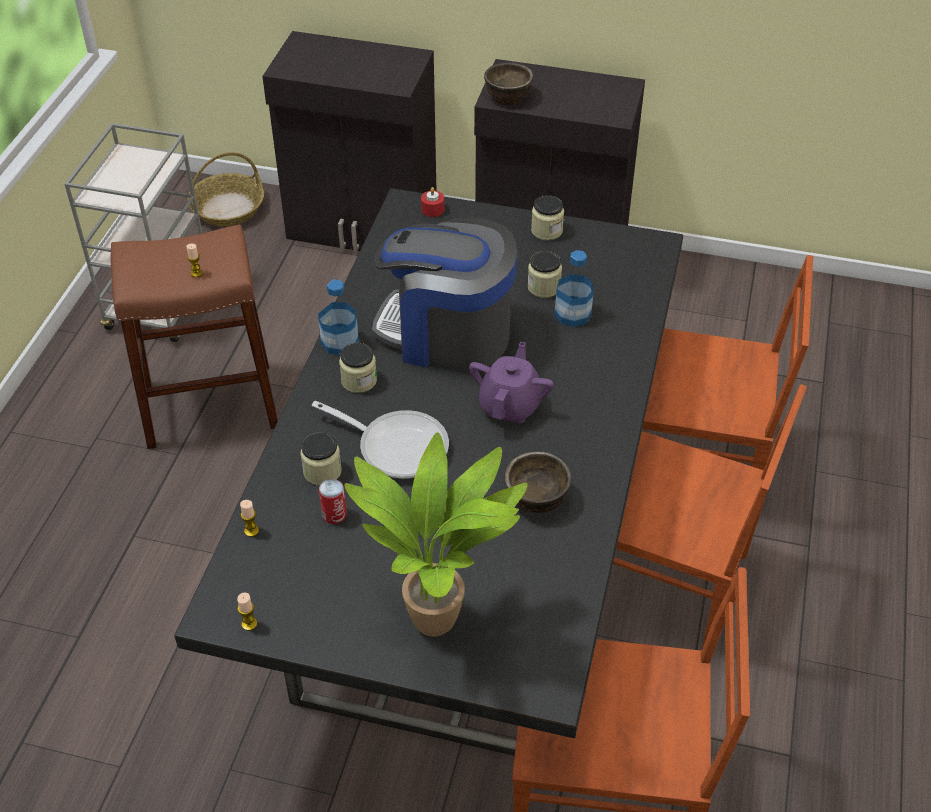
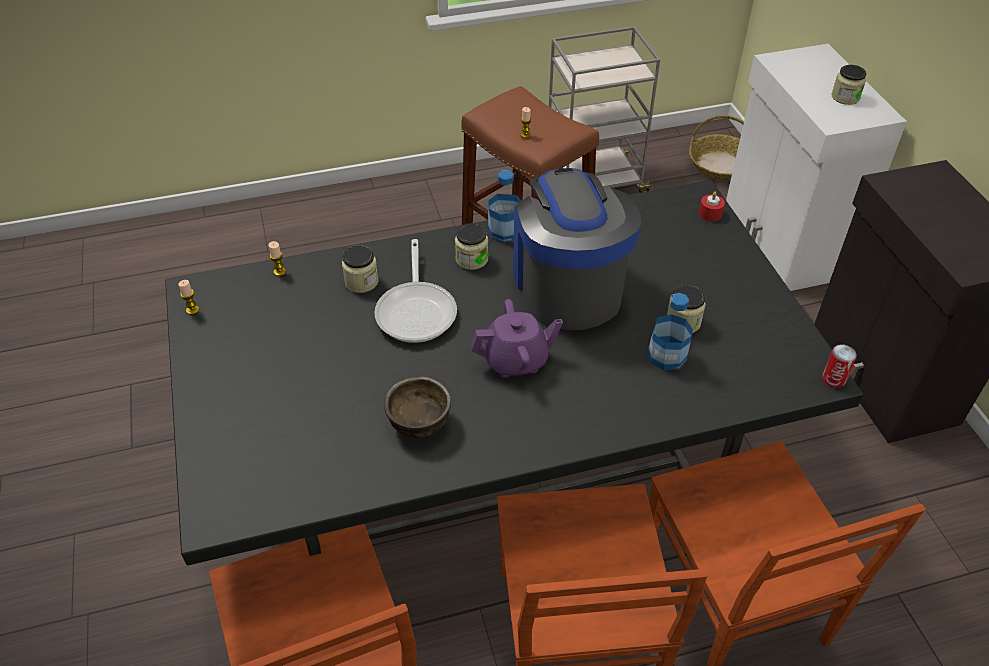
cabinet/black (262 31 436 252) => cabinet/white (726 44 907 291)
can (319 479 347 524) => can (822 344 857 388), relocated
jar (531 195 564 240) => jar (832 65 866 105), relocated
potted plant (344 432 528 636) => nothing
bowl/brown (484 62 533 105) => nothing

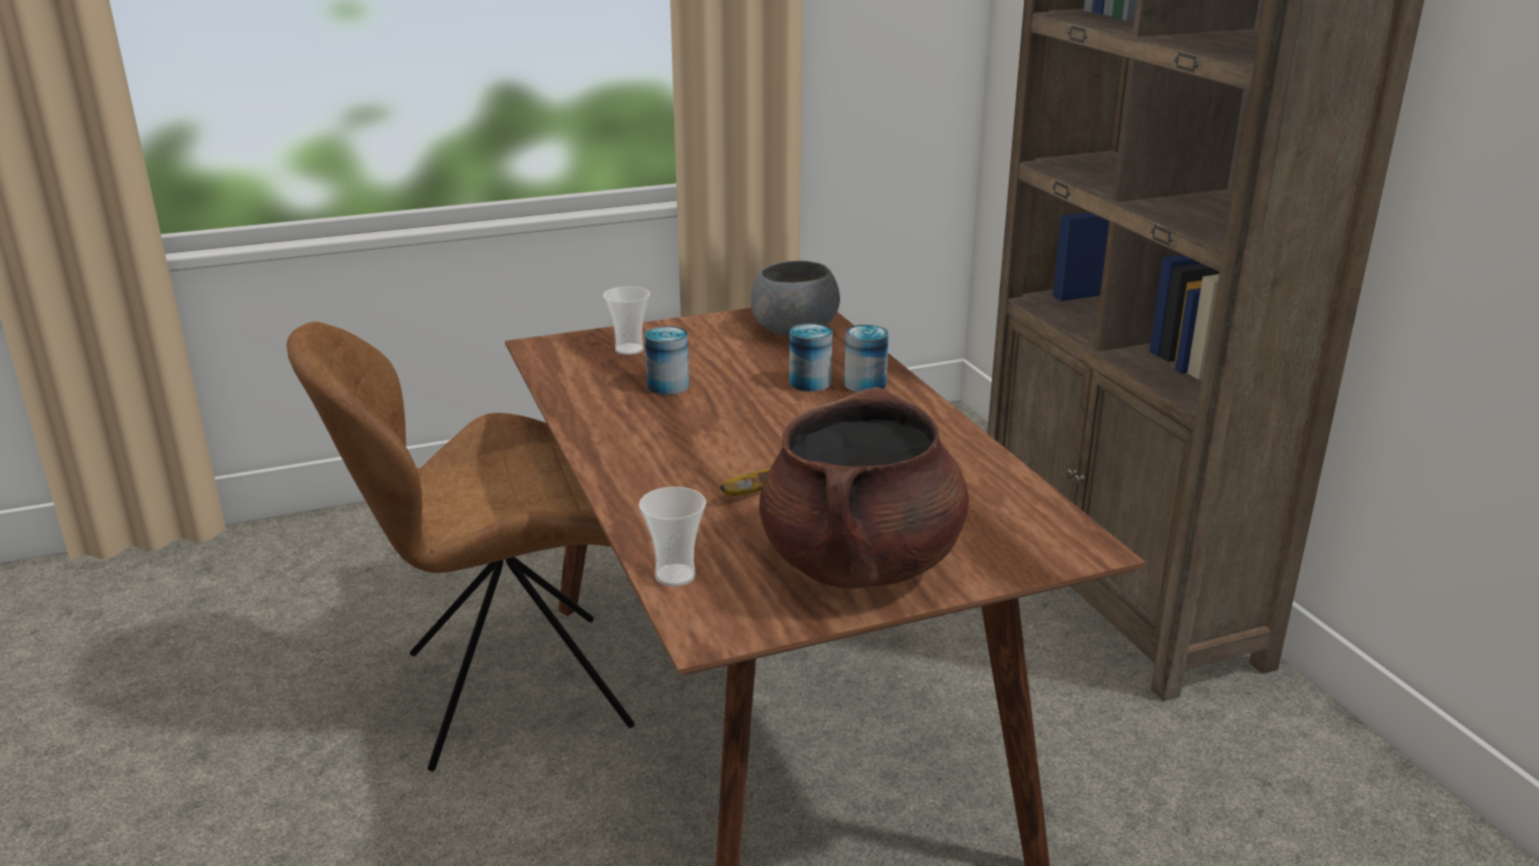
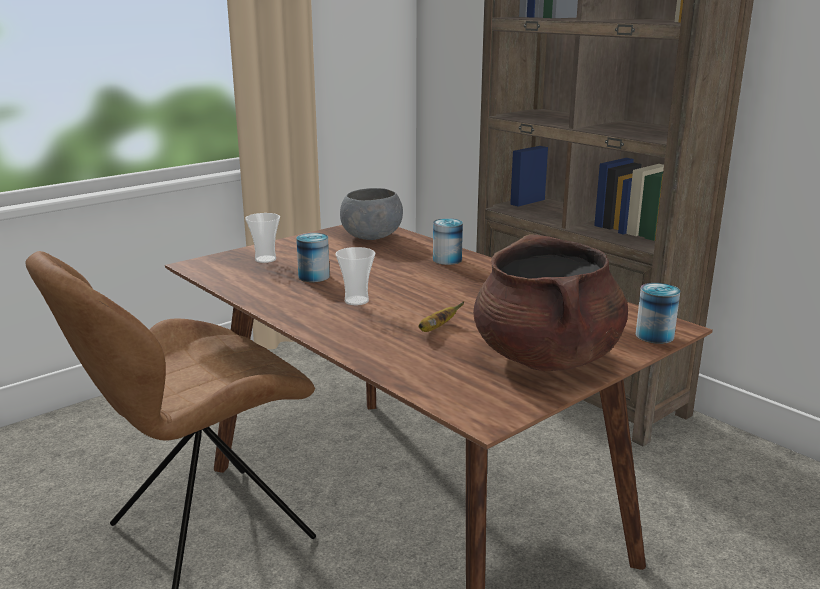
cup (639 487 706 587) => cup (335 247 375 305), relocated
can (789 323 832 392) => can (635 283 680 344), relocated

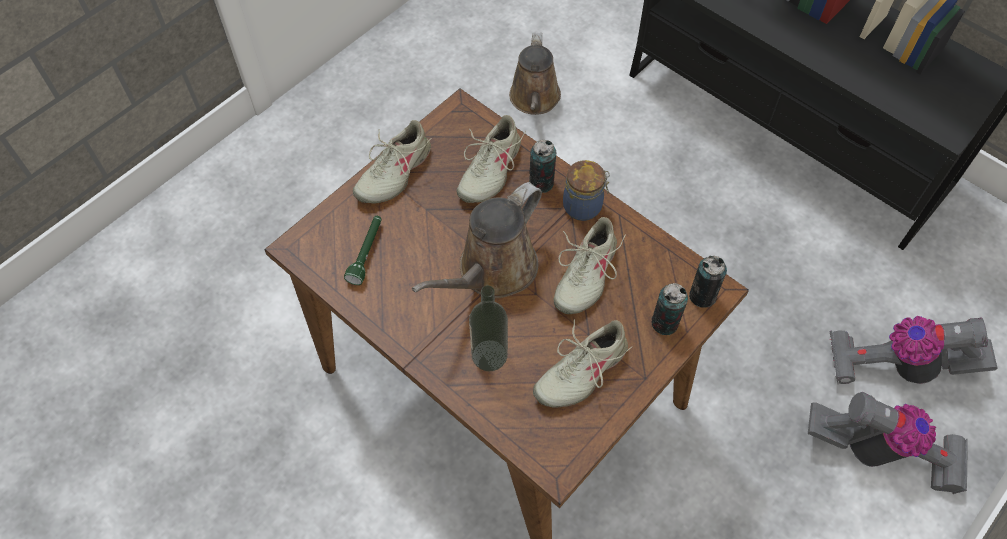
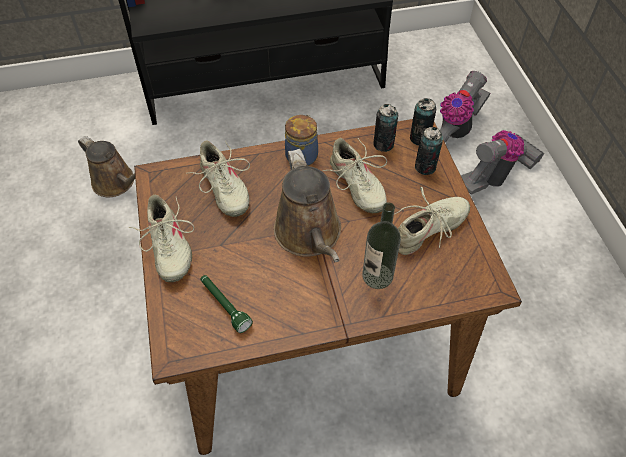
can (529 140 556 193) => can (373 104 398 152), relocated
shoe/beige (533 319 633 408) => shoe/beige (394 187 470 255), 120 degrees counterclockwise

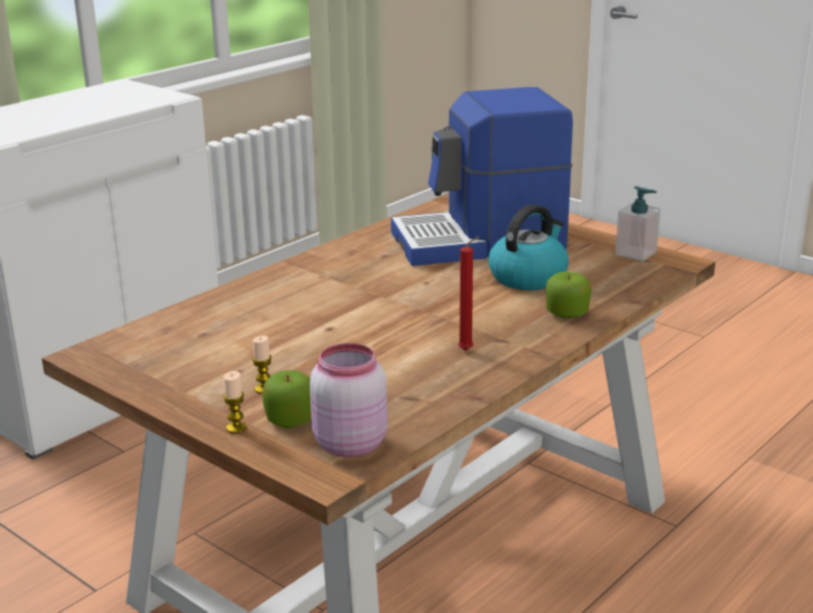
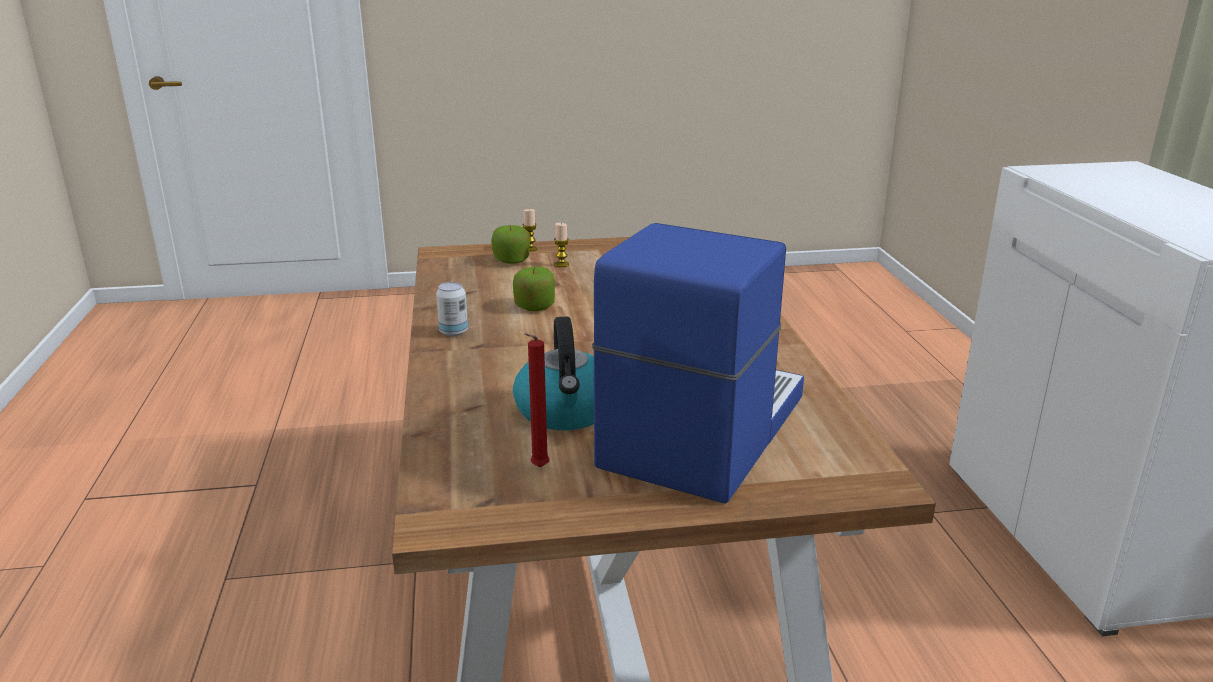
nothing => can (436 282 468 337)
apple (546 272 592 318) => apple (513 267 555 311), relocated
candle/red (458 236 480 351) => candle/red (525 333 549 467), relocated
jar/pink (310 343 387 457) => nothing
soap dispenser (615 186 661 261) => nothing

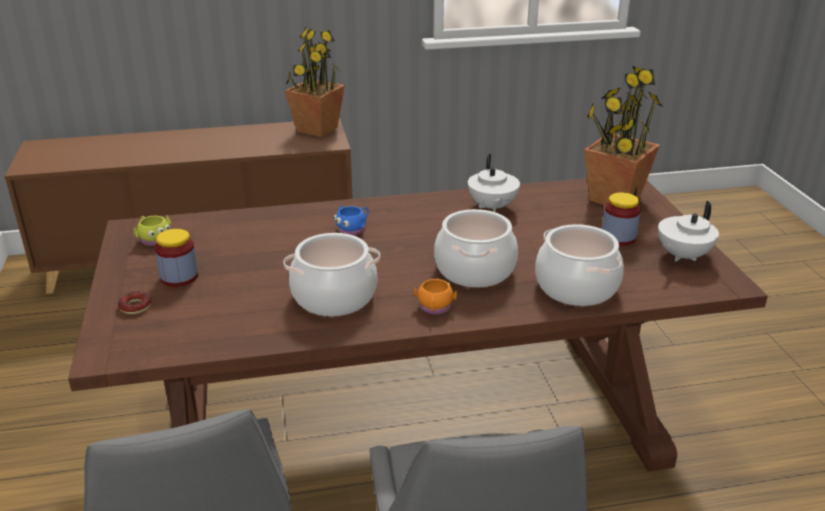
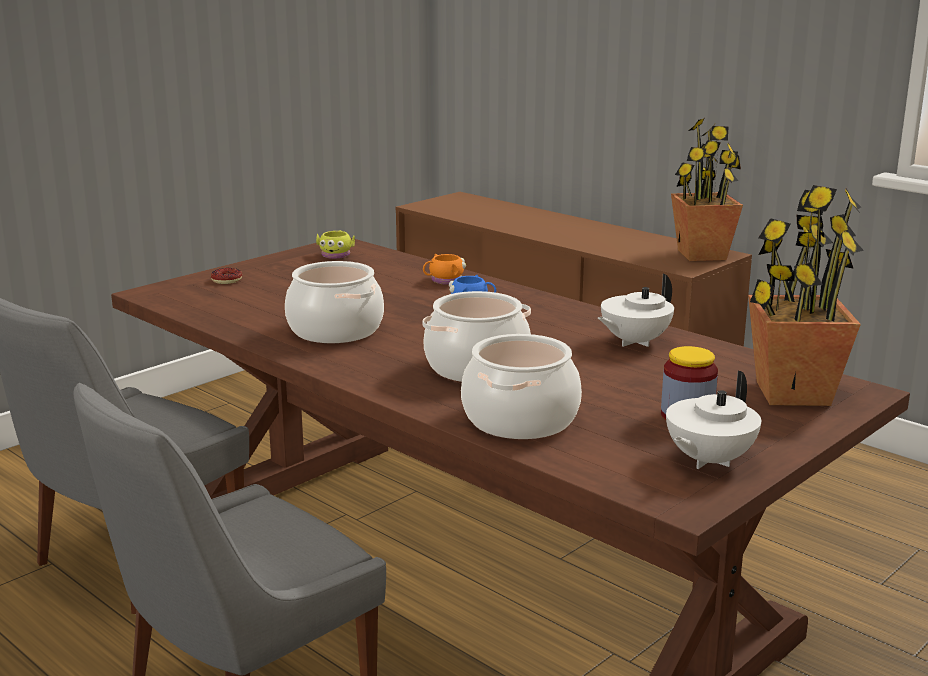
mug/orange (414 279 457 315) => mug/orange (423 254 466 284), relocated
teapot/white (658 201 719 262) => teapot/white (666 371 761 469), 60 degrees counterclockwise
jar (155 229 198 287) => nothing

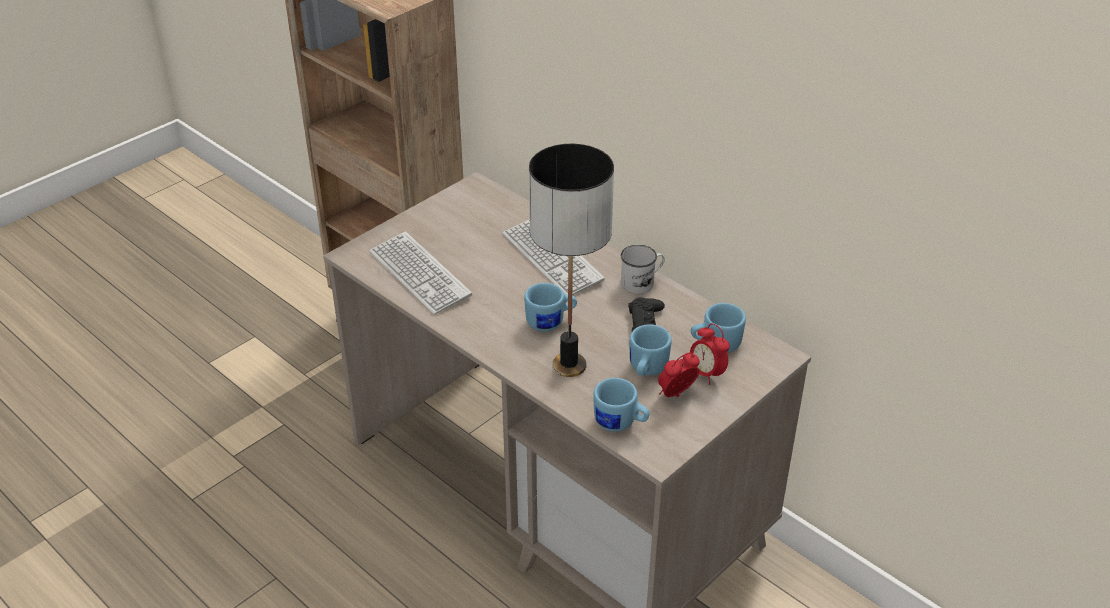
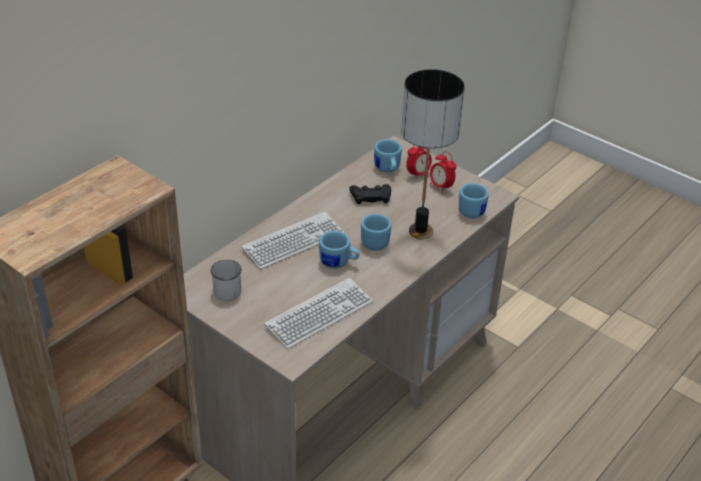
mug/white (621 245 665 294) => mug/white (211 260 241 301), relocated
mug/blue (630 324 672 376) => mug/blue (319 231 359 269), relocated

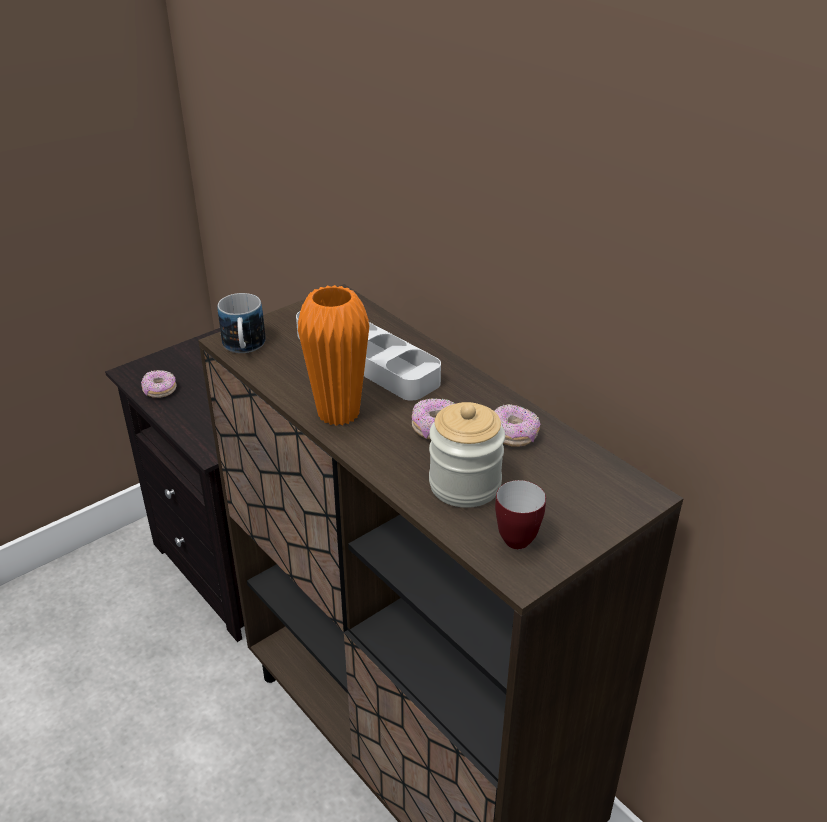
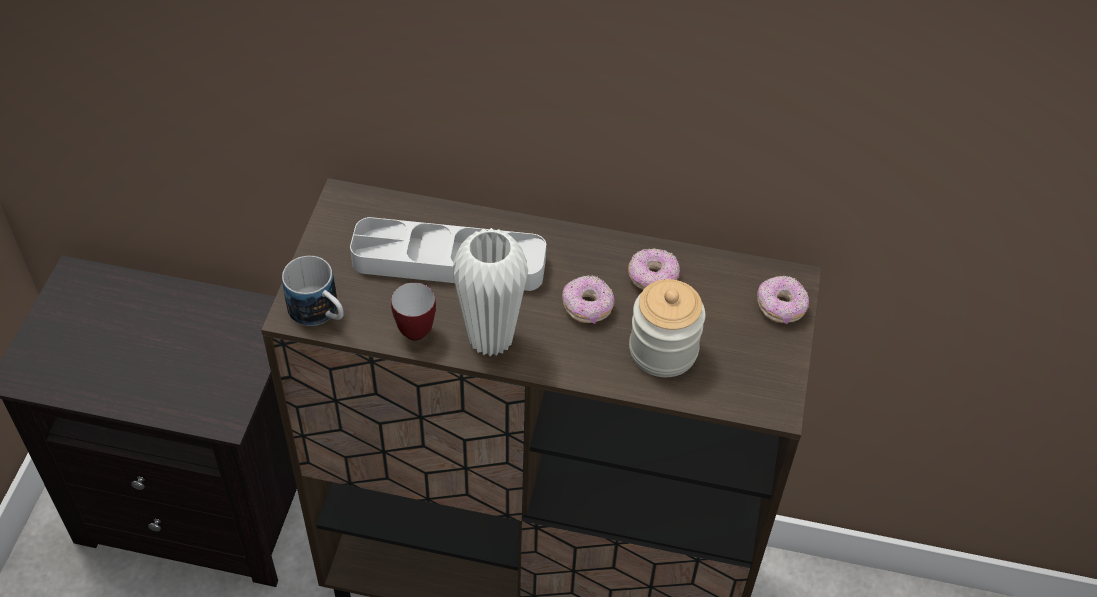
mug (495 480 546 549) => mug (391 282 436 341), relocated
vase/orange (298 285 369 426) => vase/white (452 228 528 356)
donut (141 370 176 398) => donut (757 276 809 324), relocated

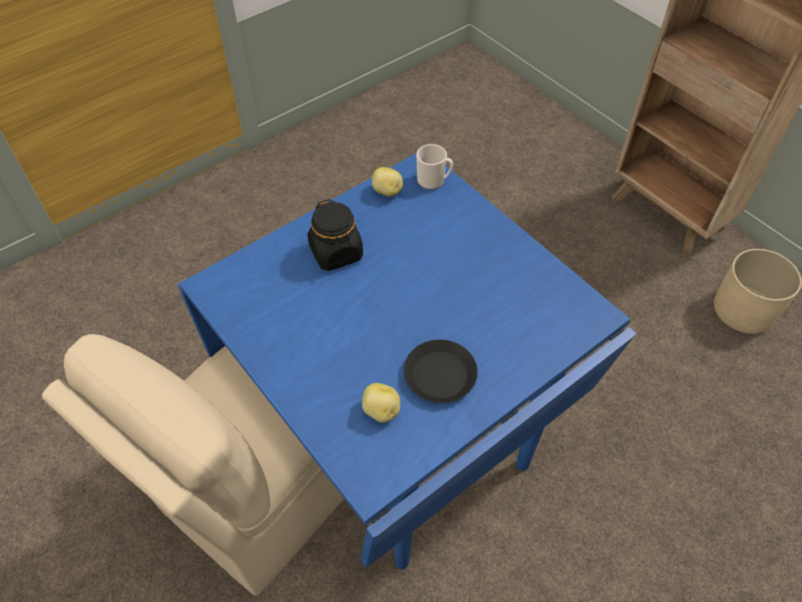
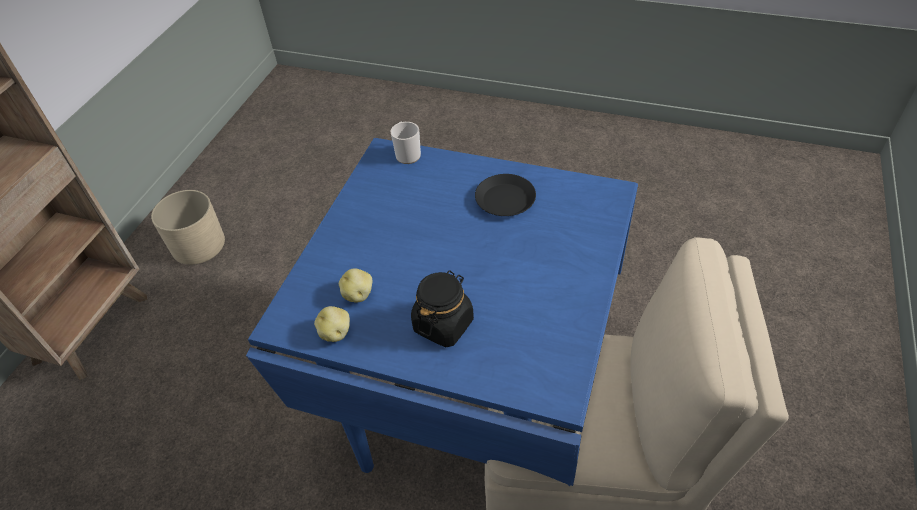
potato (362 383 400 423) => potato (339 268 372 302), relocated
mug (416 144 453 189) => mug (390 122 421 164), relocated

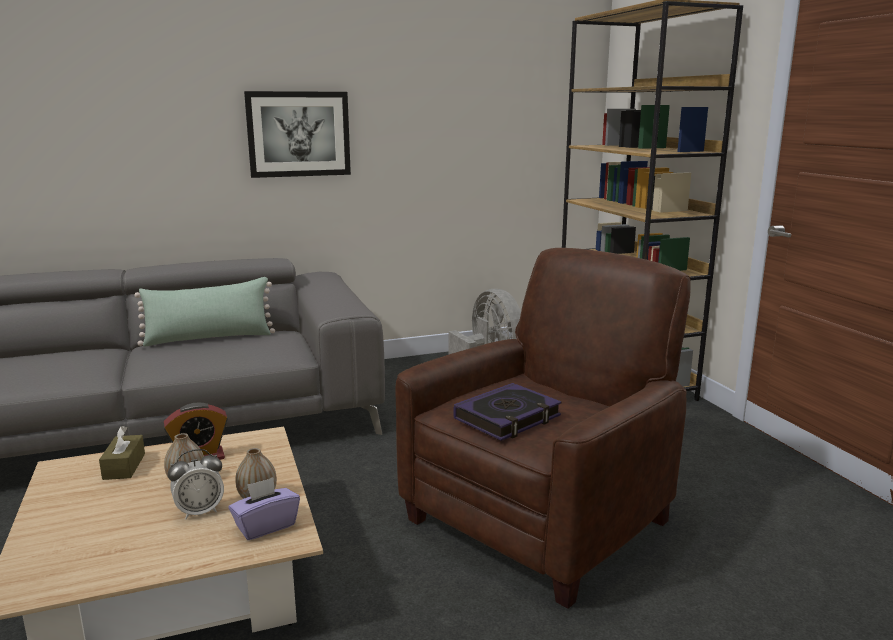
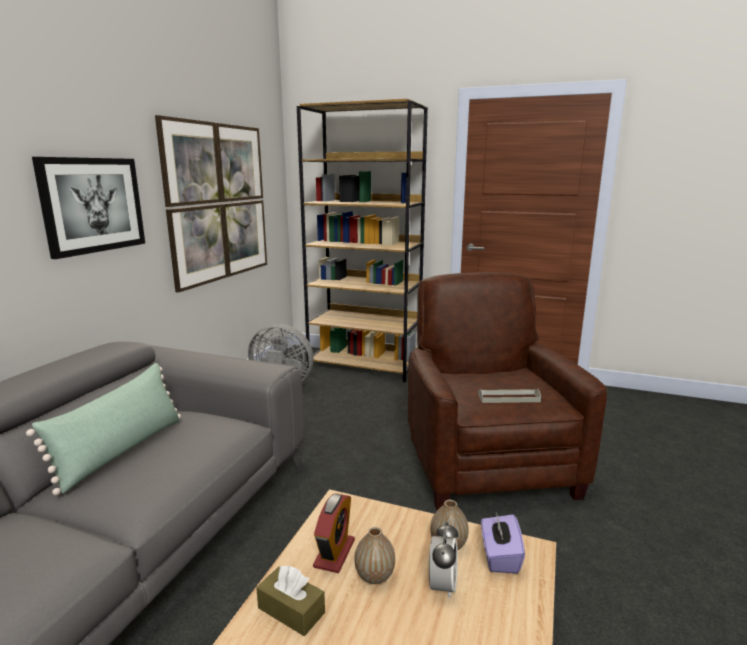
nothing => picture (155 115 267 293)
book (454 383 561 441) => tray/grey (478 389 541 403)

